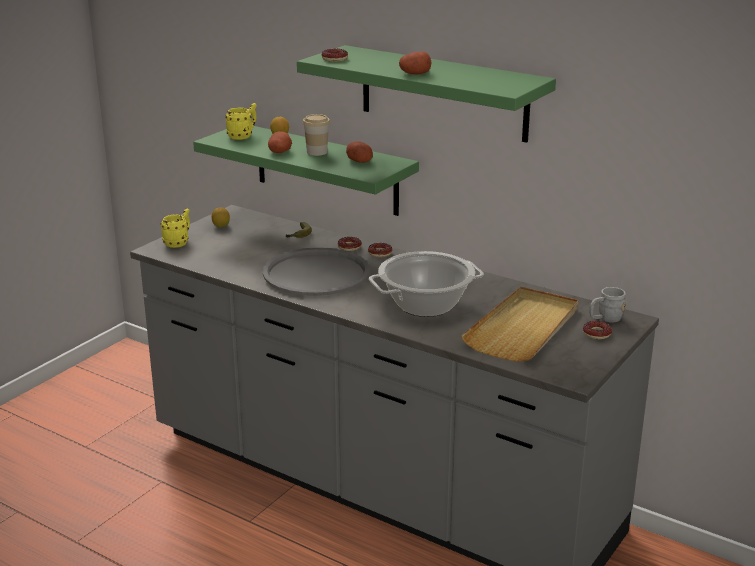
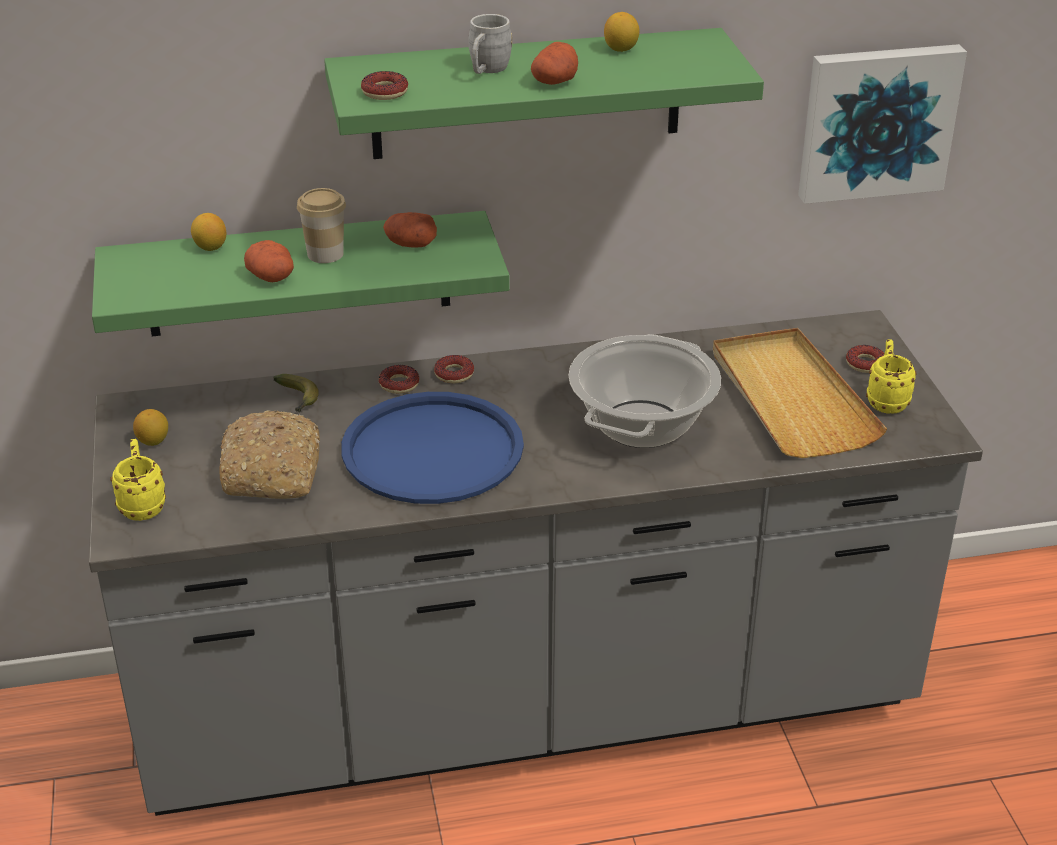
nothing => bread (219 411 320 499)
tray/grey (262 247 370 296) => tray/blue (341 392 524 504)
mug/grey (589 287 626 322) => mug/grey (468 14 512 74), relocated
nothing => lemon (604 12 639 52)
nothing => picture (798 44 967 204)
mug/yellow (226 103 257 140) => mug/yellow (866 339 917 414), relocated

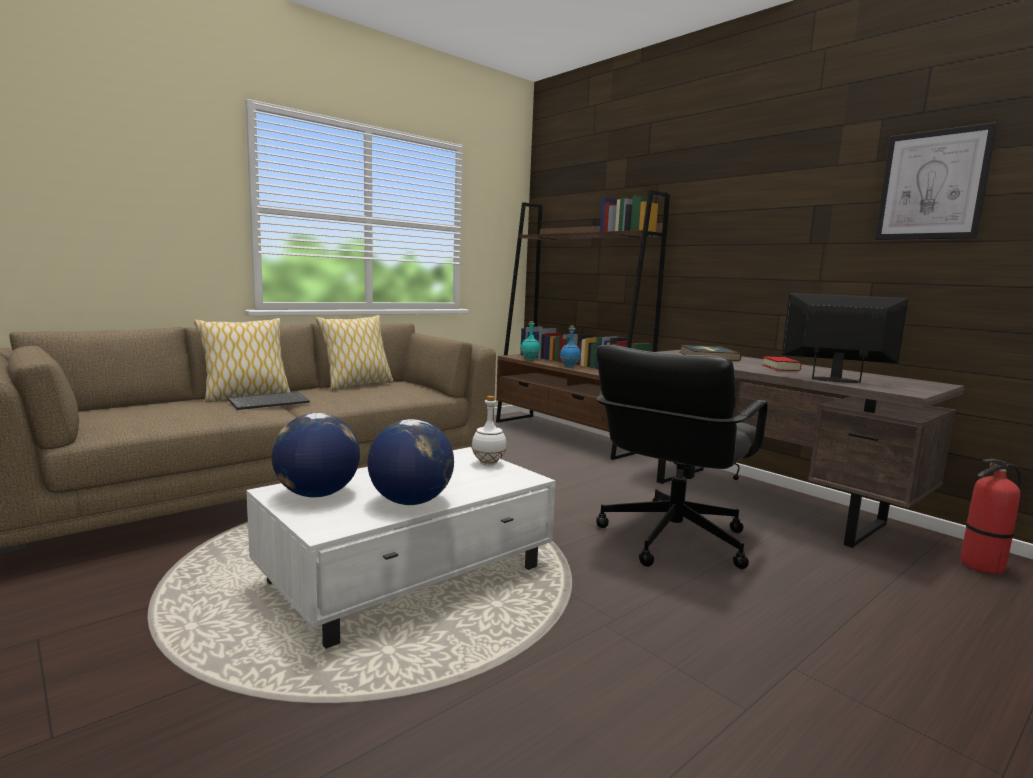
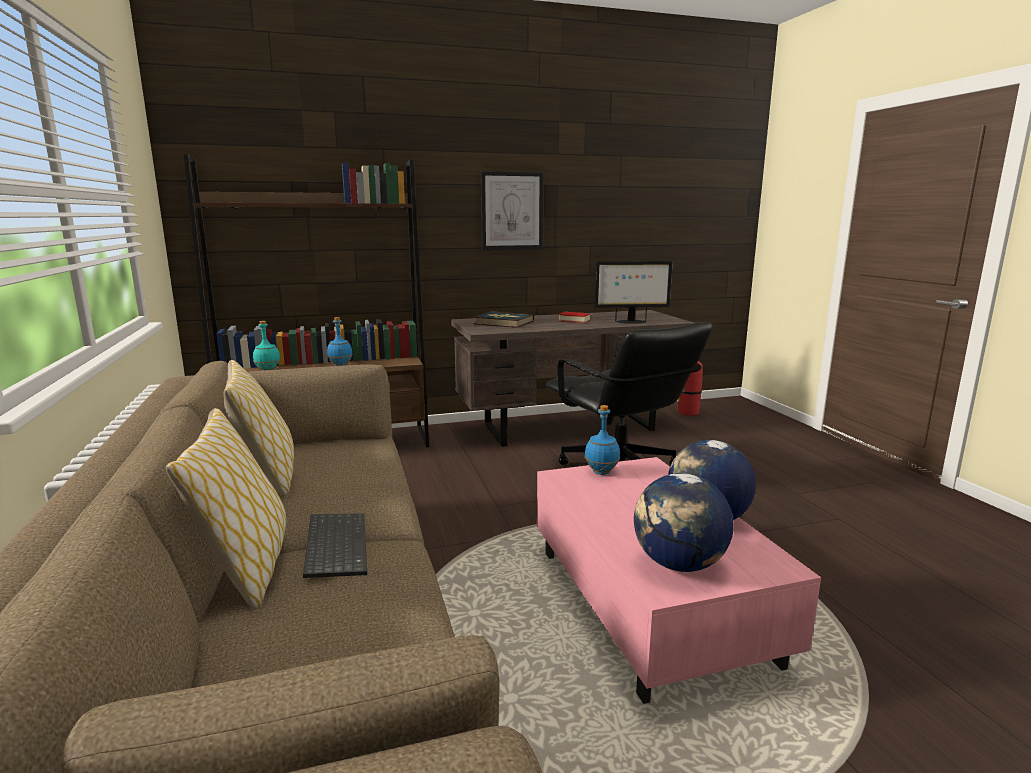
picture (875 122 997 240) => picture (481 171 543 250), relocated
coffee table/white (246 447 555 649) => coffee table/pink (537 457 821 704)
bottle/white (472 396 507 466) => bottle/blue (584 405 620 475)
monitor (782 293 908 383) => monitor (594 261 673 324), 135 degrees counterclockwise

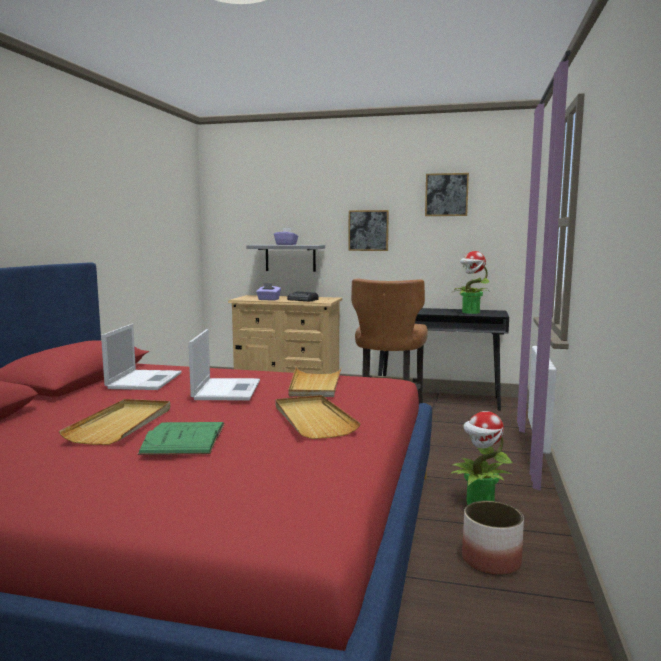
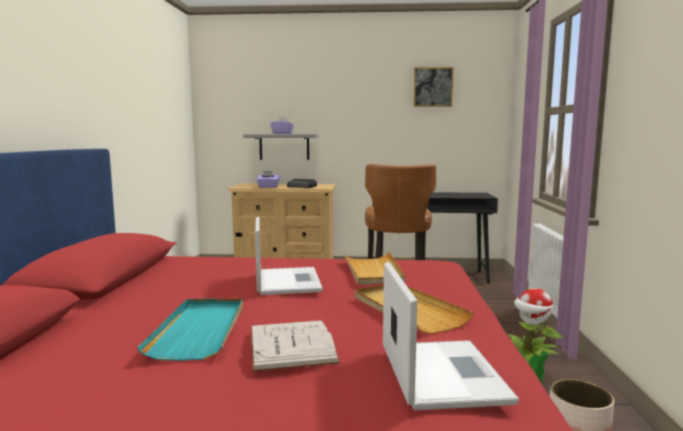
tray/beige (59 399 170 445) => tray/turquoise (137 299 243 361)
book/green (138 422 225 455) => book/white (251 320 340 371)
laptop (101 324 182 390) => laptop (383 262 519 410), relocated
picture (348 210 389 251) => nothing
potted plant (453 251 491 314) => nothing

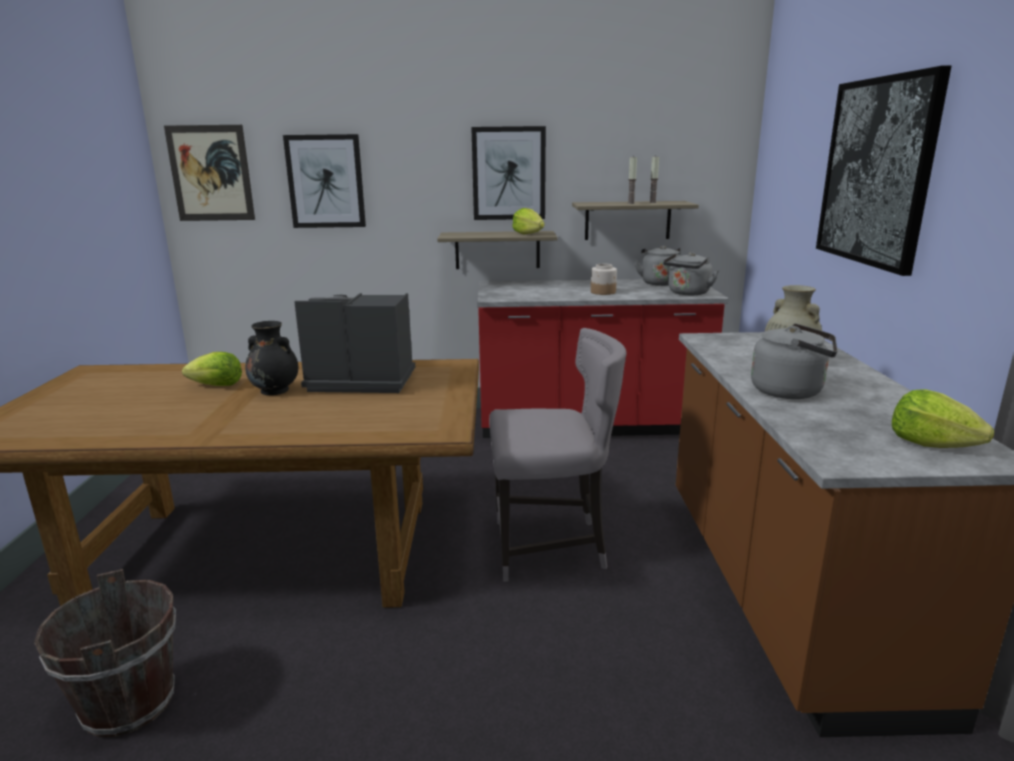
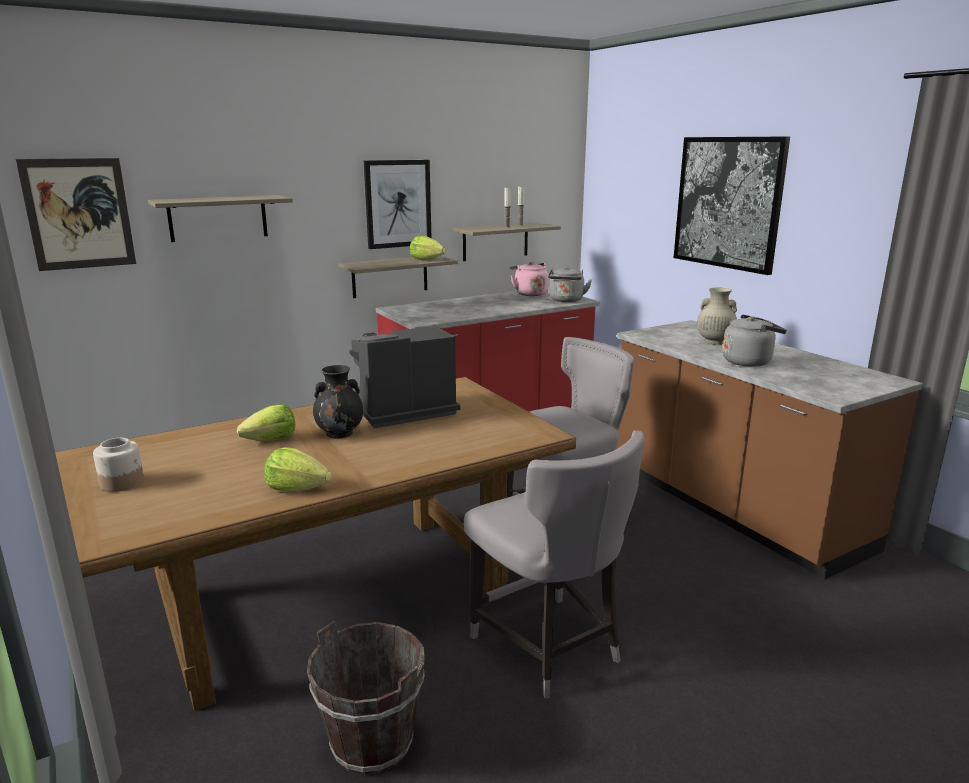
jar (591 264 617 295) => jar (93 438 144 492), relocated
picture (283 134 366 228) => shelf (148 195 293 242)
lettuce (892 389 994 448) => lettuce (264 447 331 492), relocated
nothing => chair/grey (464 430 645 699)
kettle/grey (634 246 681 286) => kettle/pink (510 262 548 296)

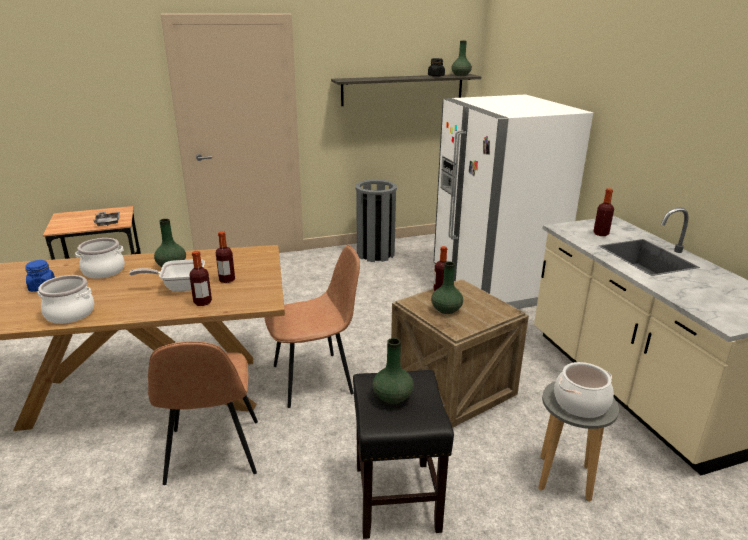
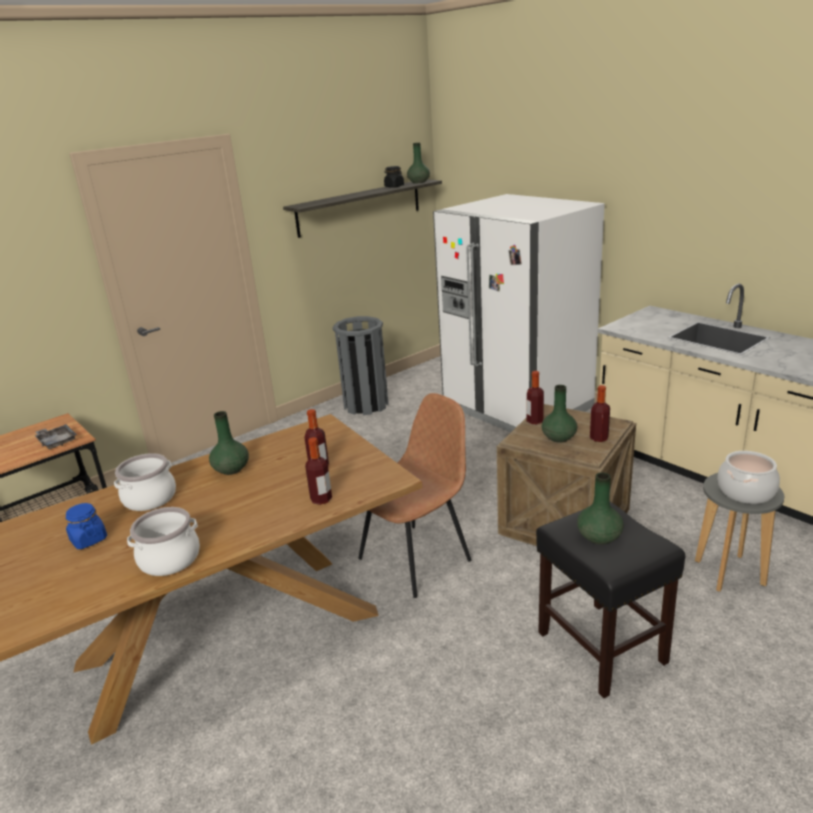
bottle (593 188 614 236) => bottle (590 385 610 442), relocated
frying pan (129 259 205 292) => nothing
chair/brown (148 341 258 485) => nothing

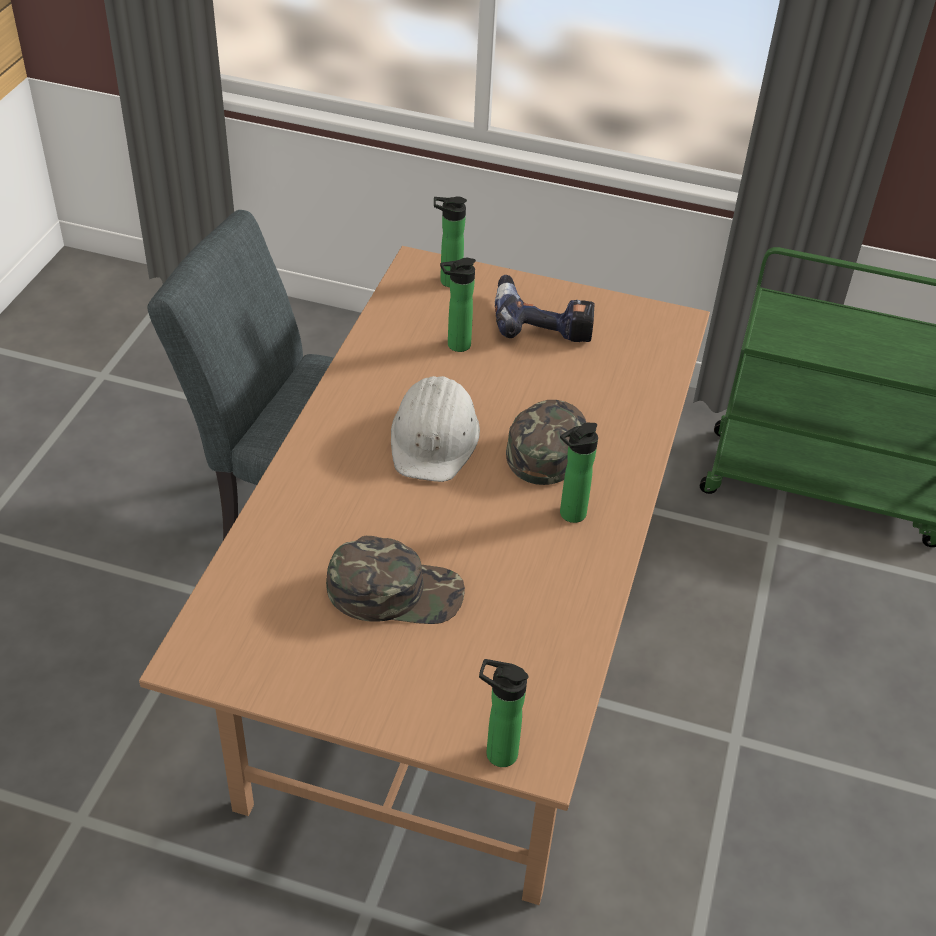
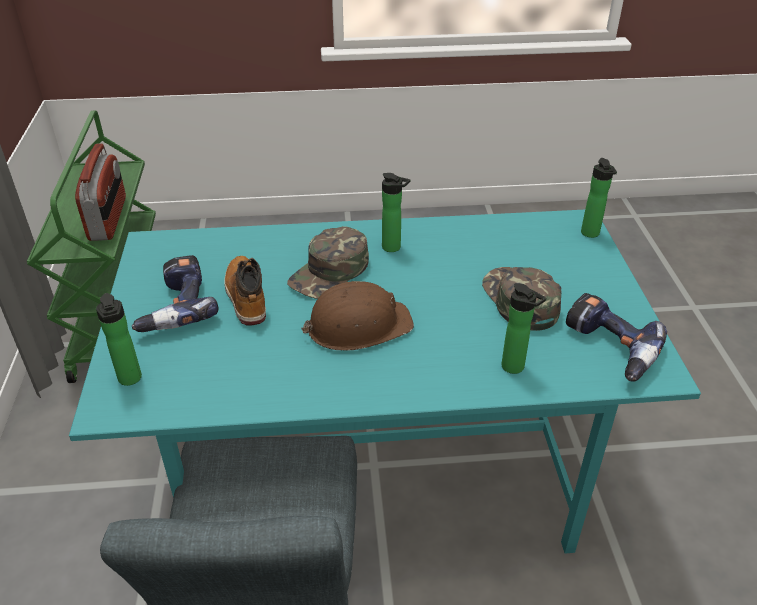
dining table/brown (139 246 710 905) => dining table/turquoise (69 210 701 554)
nothing => radio (75 143 126 241)
nothing => boot (224 256 266 326)
cap/green (506 400 586 485) => cap/green (287 226 369 299), 45 degrees counterclockwise
hard hat/white (391 376 480 482) => hard hat/brown (302 281 414 351)
bottle (440 258 476 352) => bottle (501 283 546 374), relocated
nothing => power drill (566 293 667 382)

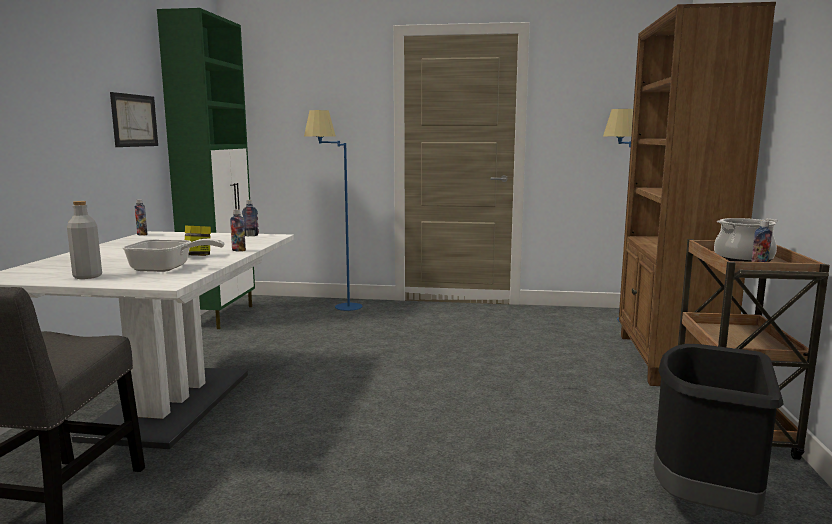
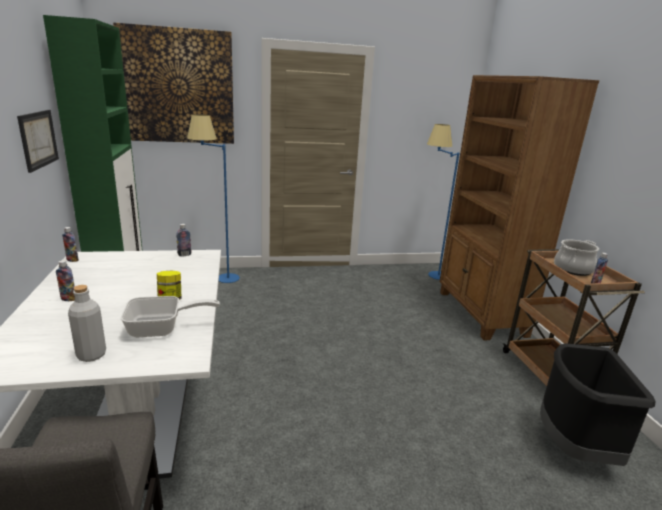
bottle (230 209 246 252) => bottle (56 260 75 301), relocated
nothing => picture (113 22 234 144)

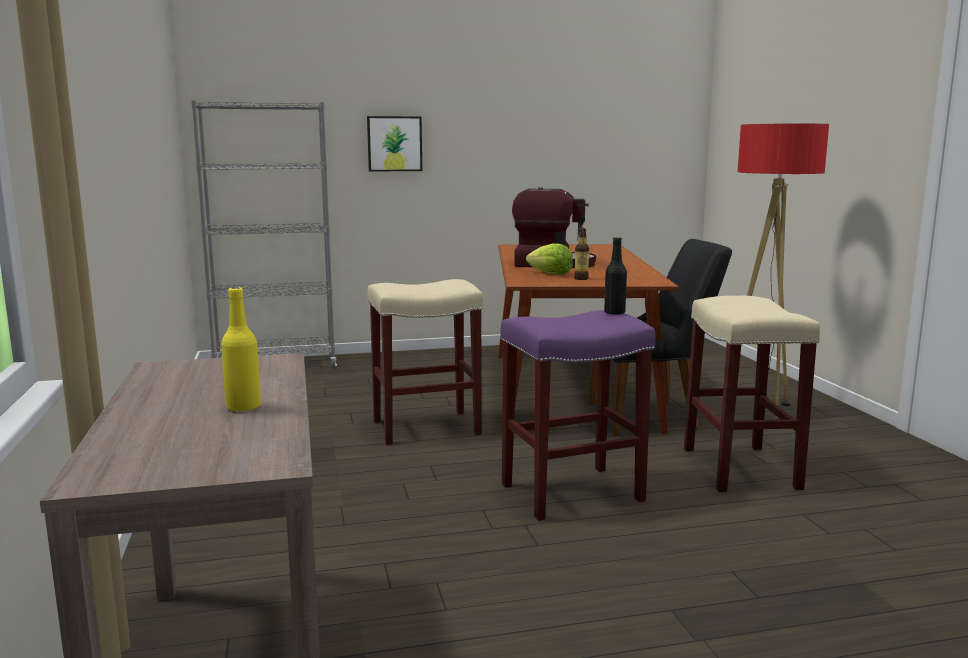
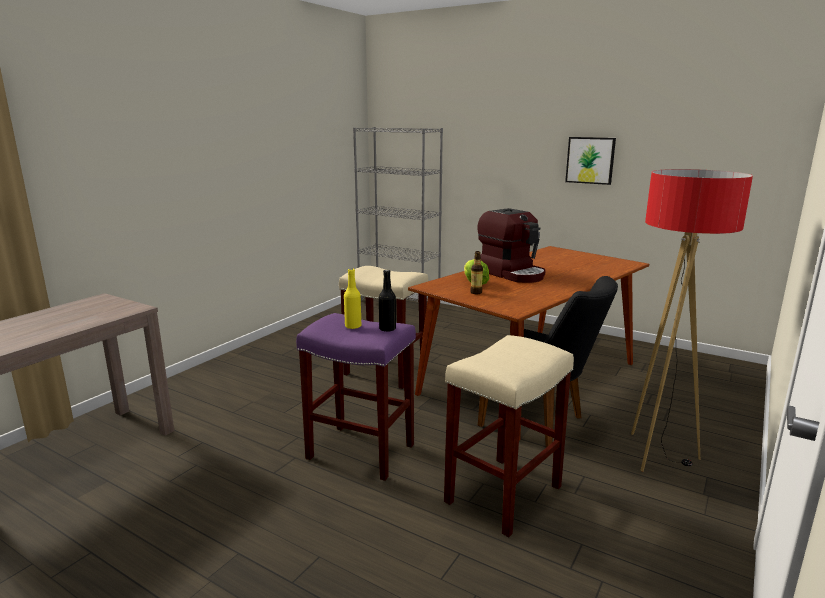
bottle/yellow (221 287 261 412) => bottle/yellow (344 268 361 329), relocated
picture (367 116 422 172) => picture (565 137 616 185), relocated

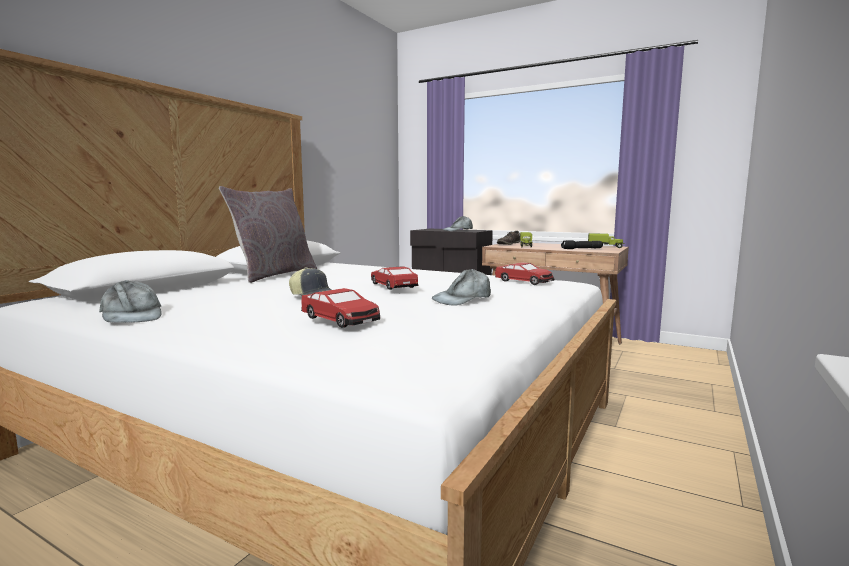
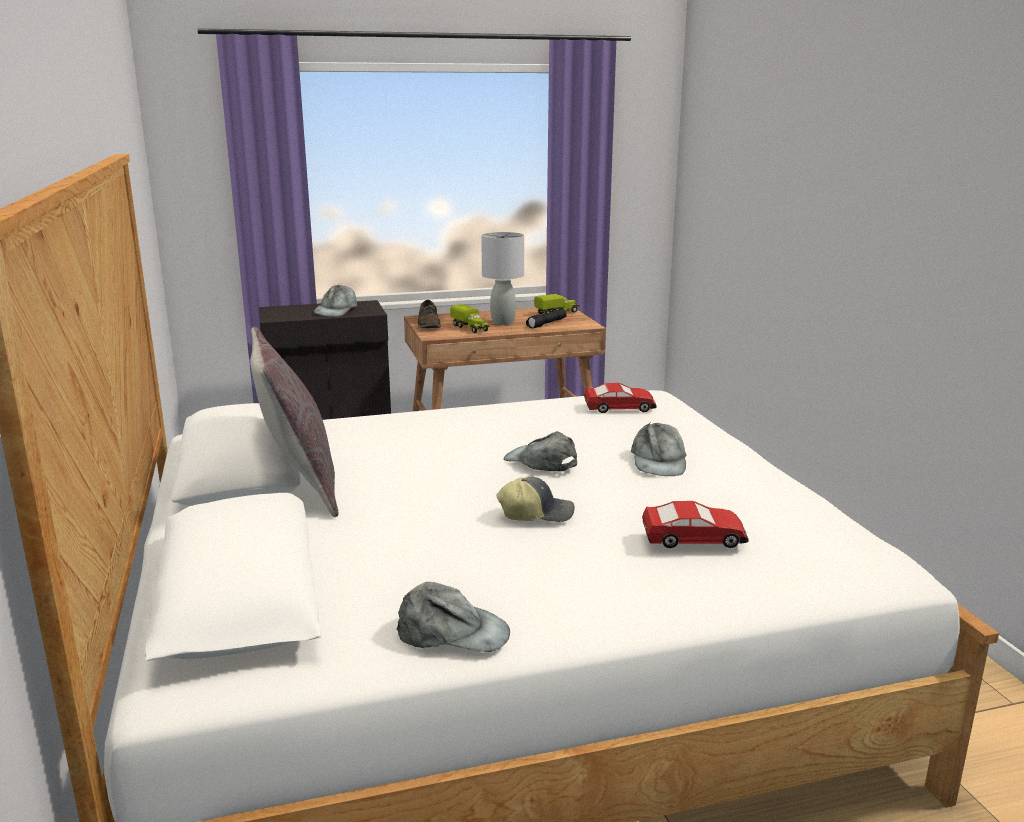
nothing => table lamp/grey (481 232 524 325)
toy car (371 266 419 290) => cap/grey (504 431 577 471)

